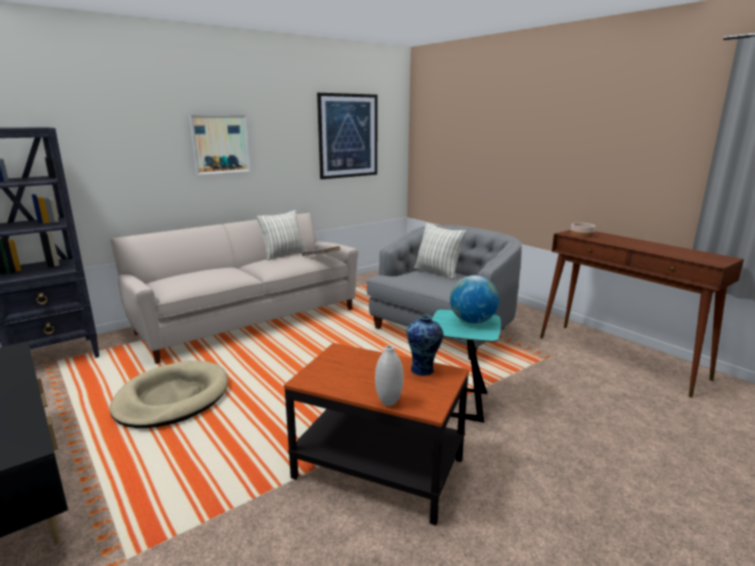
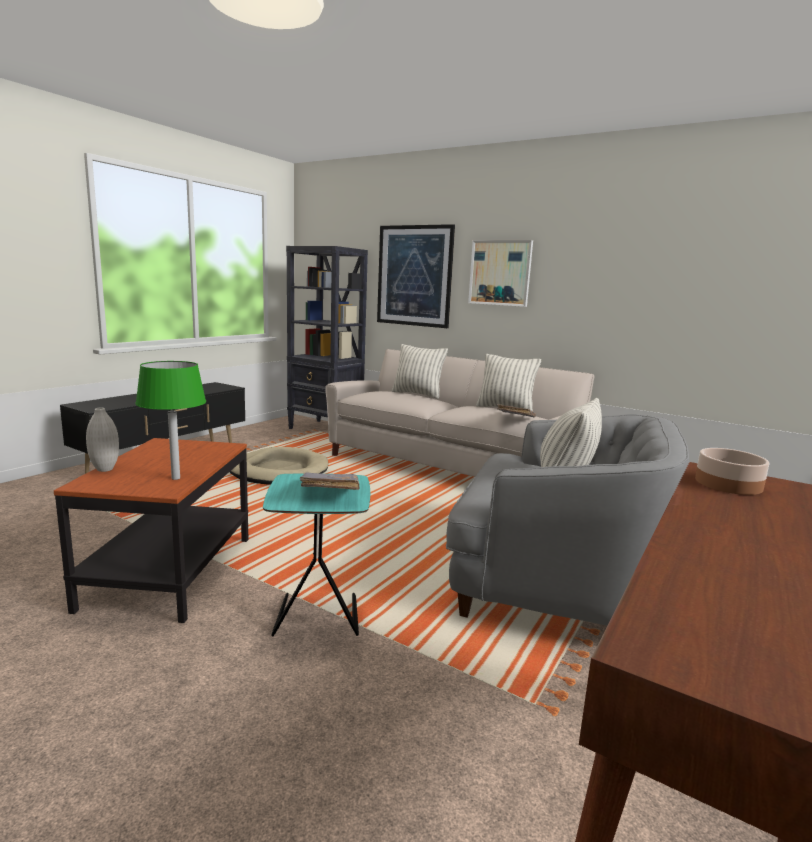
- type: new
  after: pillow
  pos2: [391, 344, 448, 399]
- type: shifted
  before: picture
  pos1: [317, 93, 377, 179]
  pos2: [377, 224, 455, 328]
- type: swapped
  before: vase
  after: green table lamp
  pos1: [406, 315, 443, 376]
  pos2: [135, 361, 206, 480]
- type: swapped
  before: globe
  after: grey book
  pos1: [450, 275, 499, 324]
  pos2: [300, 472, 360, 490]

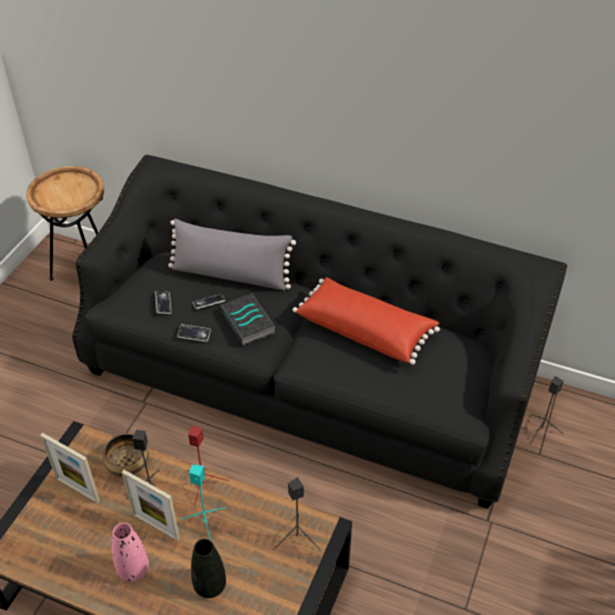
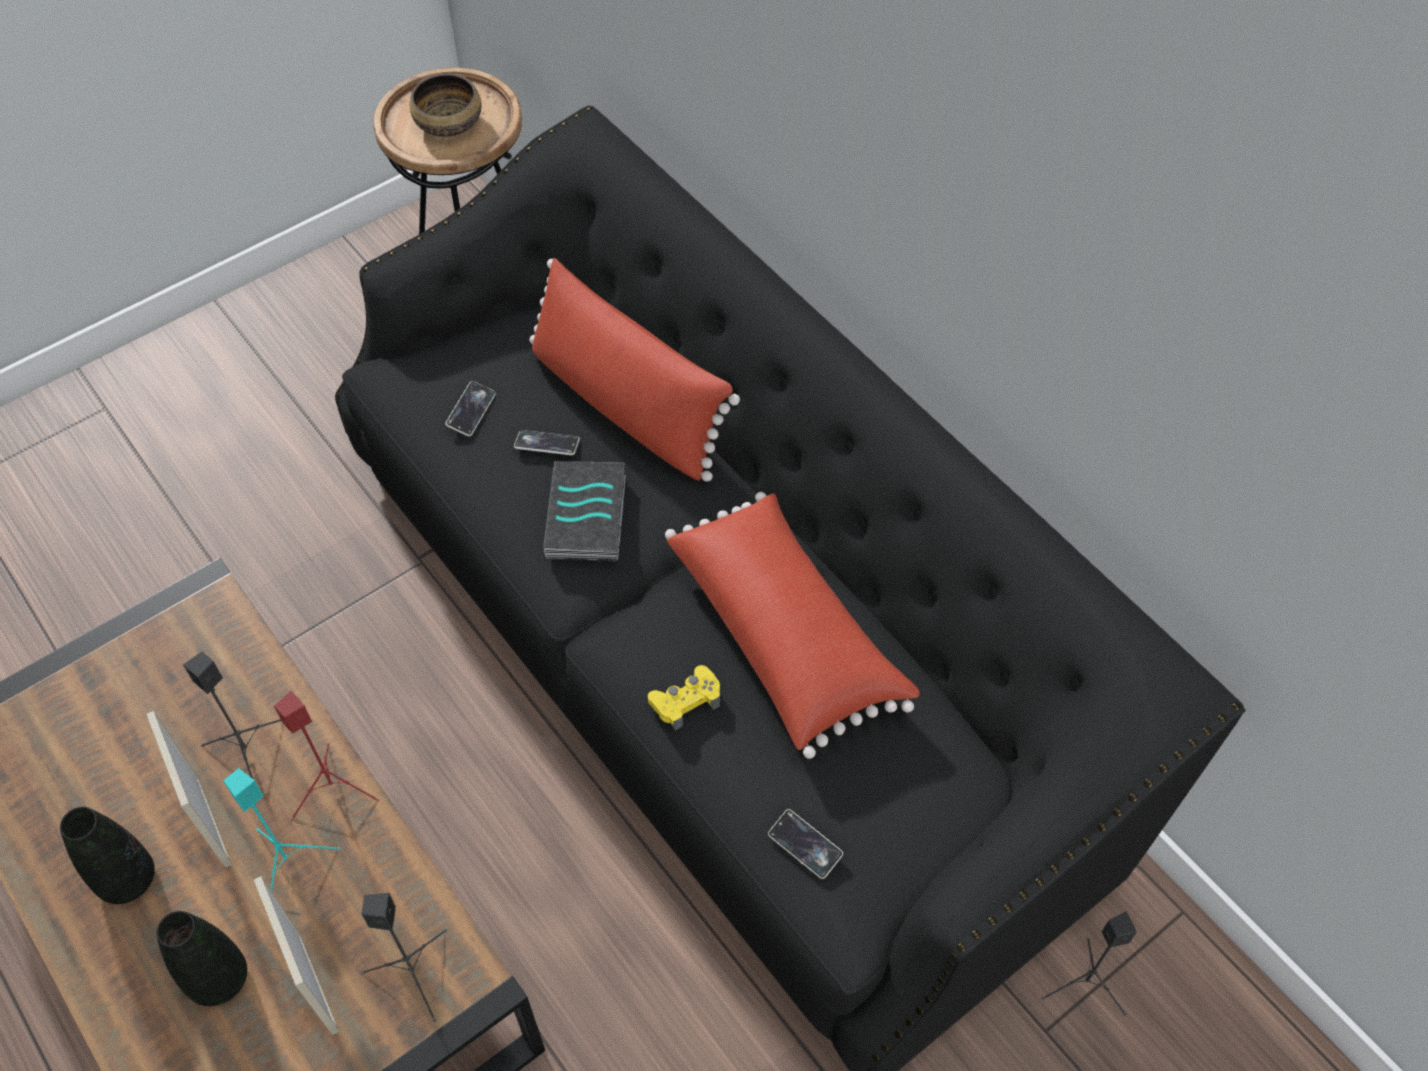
- type: new
  after: yellow game controller
  pos2: [648, 665, 720, 731]
- type: shifted
  before: picture frame
  pos1: [40, 433, 100, 504]
  pos2: [254, 876, 339, 1035]
- type: shifted
  before: bowl
  pos1: [103, 433, 149, 476]
  pos2: [410, 74, 482, 137]
- type: shifted
  before: phone
  pos1: [177, 324, 211, 342]
  pos2: [768, 809, 843, 879]
- type: repainted
  before: pink vase
  after: black vase
  pos1: [112, 523, 149, 582]
  pos2: [60, 807, 155, 904]
- type: repainted
  before: grey pillow
  after: red pillow
  pos1: [168, 219, 296, 291]
  pos2: [529, 258, 740, 482]

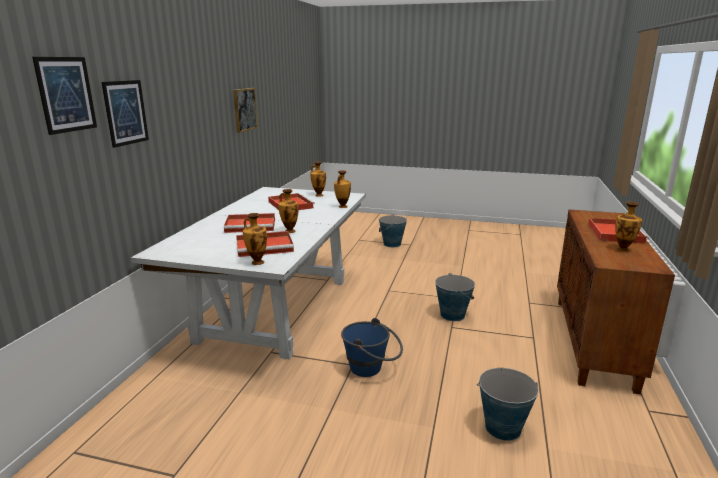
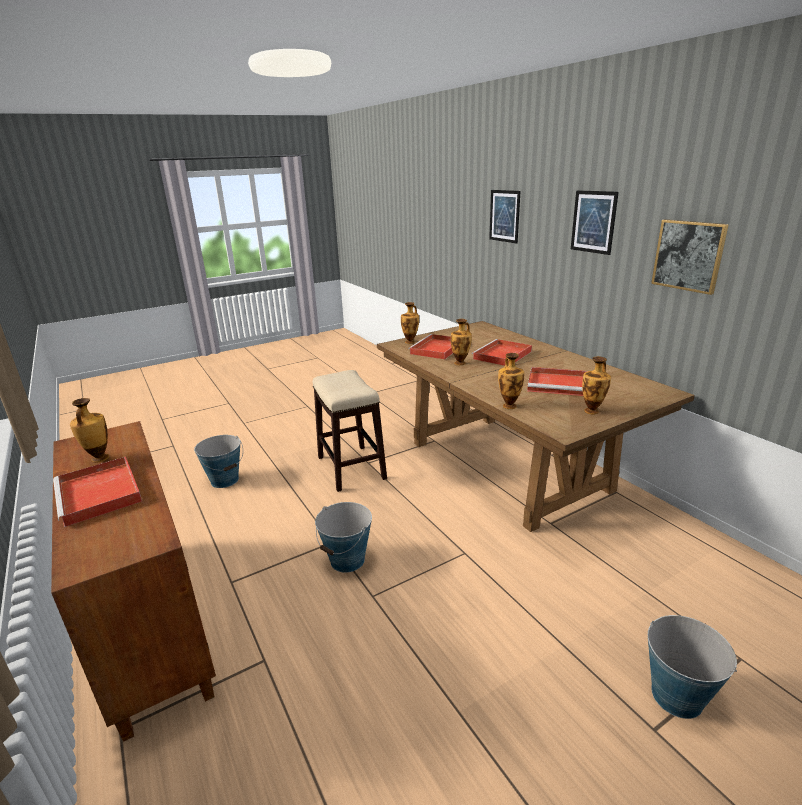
- type: shifted
  before: picture
  pos1: [32, 57, 97, 135]
  pos2: [571, 190, 619, 255]
- type: swapped
  before: blue bucket
  after: stool
  pos1: [341, 318, 403, 377]
  pos2: [313, 370, 387, 492]
- type: repainted
  before: white dining table
  after: brown dining table
  pos1: [130, 187, 366, 359]
  pos2: [377, 321, 695, 532]

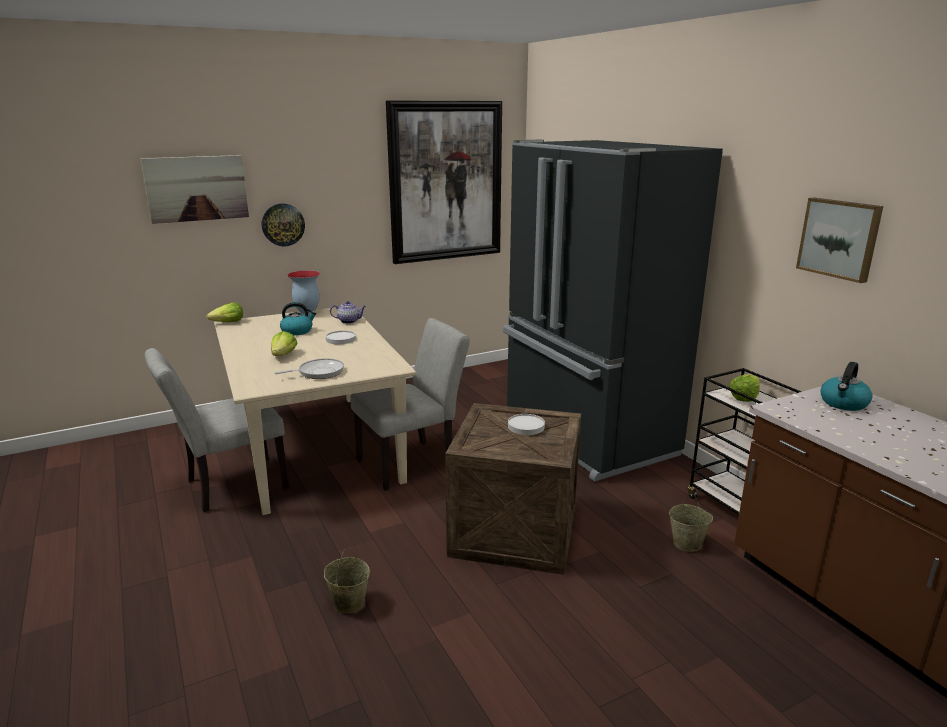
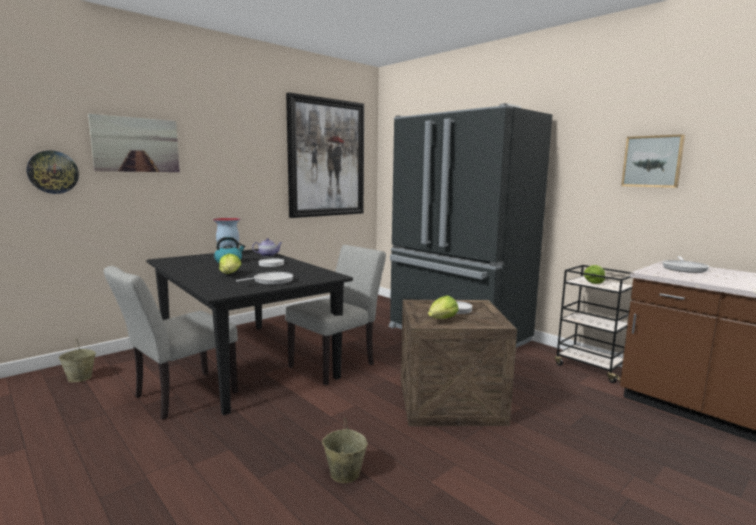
- type: shifted
  before: lettuce
  pos1: [206, 302, 243, 322]
  pos2: [428, 295, 459, 319]
- type: shifted
  before: wall clock
  pos1: [262, 203, 305, 246]
  pos2: [27, 150, 79, 194]
- type: shifted
  before: beige bucket
  pos1: [669, 494, 713, 552]
  pos2: [59, 338, 96, 382]
- type: swapped
  before: kettle
  after: frying pan
  pos1: [820, 362, 872, 411]
  pos2: [663, 256, 709, 273]
- type: repainted
  before: beige dining table
  after: black dining table
  pos1: [214, 308, 416, 515]
  pos2: [146, 249, 353, 415]

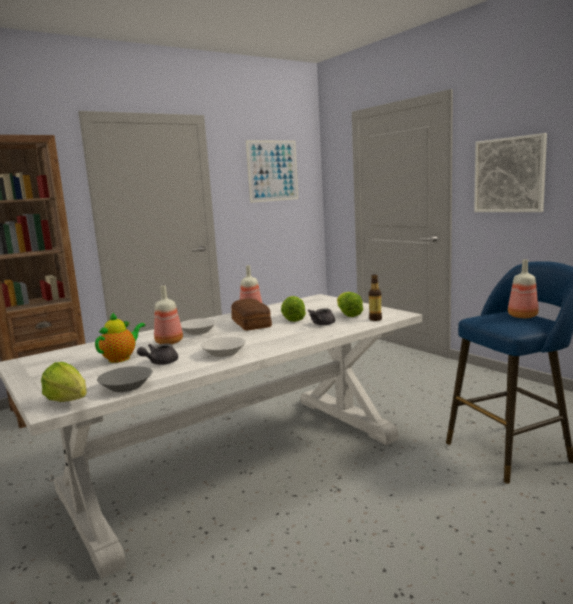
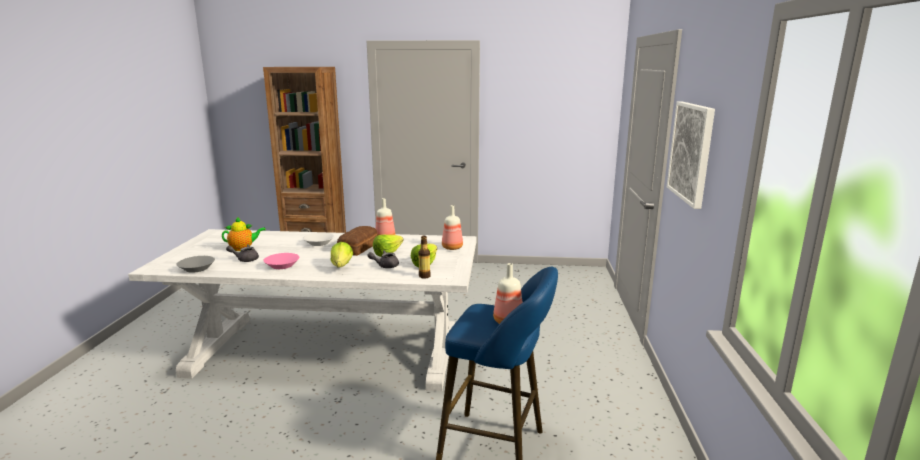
- type: gone
  before: picture
  pos1: [246, 140, 298, 203]
- type: shifted
  before: lettuce
  pos1: [41, 362, 87, 402]
  pos2: [331, 242, 353, 267]
- type: shifted
  before: bottle
  pos1: [154, 285, 183, 344]
  pos2: [442, 205, 463, 250]
- type: repainted
  before: white bowl
  after: pink bowl
  pos1: [200, 337, 246, 357]
  pos2: [263, 253, 299, 269]

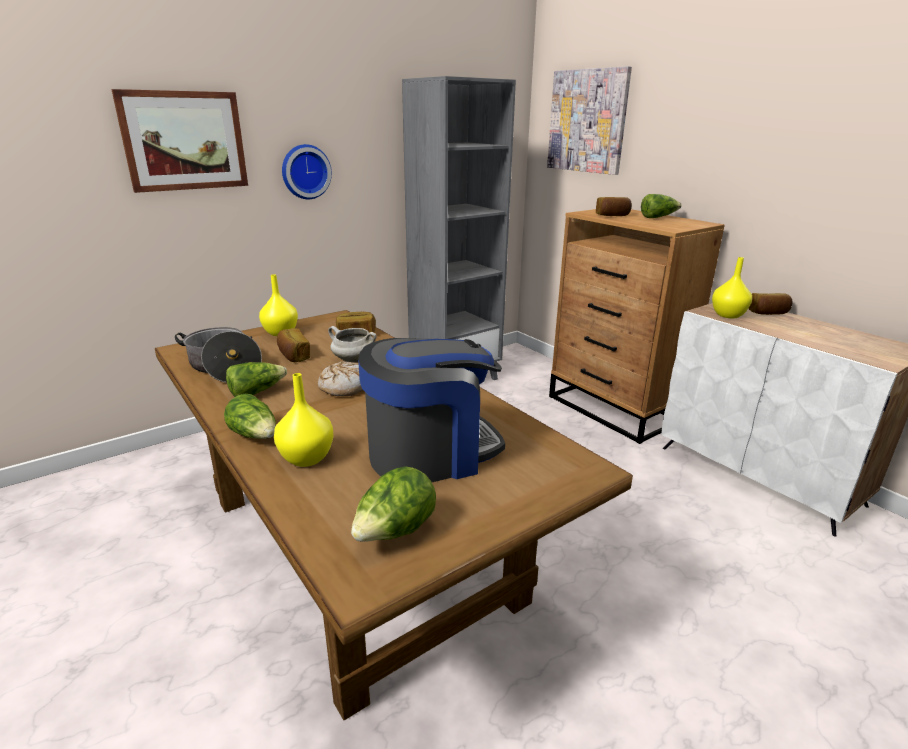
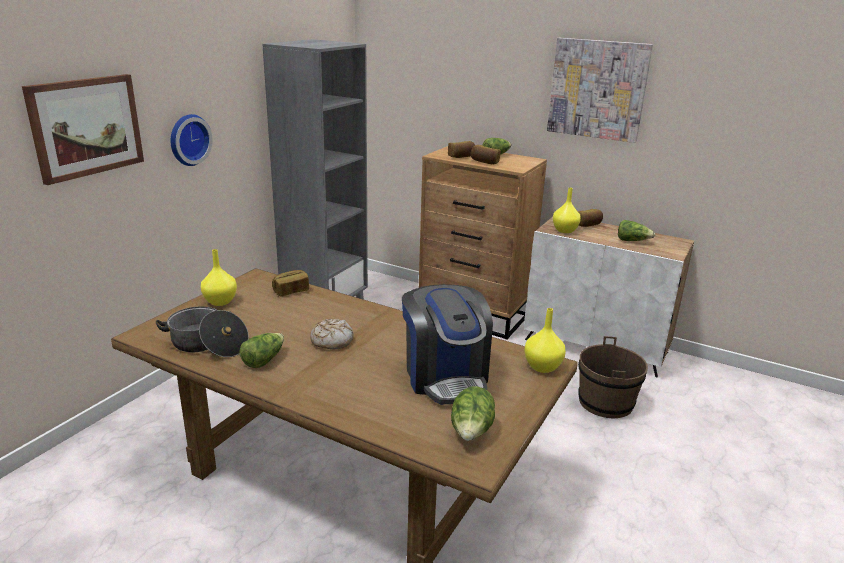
- type: gone
  before: white cooking pot
  pos1: [328, 326, 377, 363]
- type: new
  after: brown bucket
  pos2: [578, 336, 648, 418]
- type: shifted
  before: lettuce
  pos1: [224, 394, 276, 439]
  pos2: [618, 220, 655, 241]
- type: shifted
  before: yellow vase
  pos1: [274, 373, 334, 467]
  pos2: [524, 308, 566, 373]
- type: shifted
  before: bread
  pos1: [277, 328, 310, 362]
  pos2: [471, 145, 501, 164]
- type: shifted
  before: picture
  pos1: [547, 66, 632, 175]
  pos2: [547, 38, 653, 143]
- type: rotated
  before: coffee machine
  pos1: [358, 338, 505, 482]
  pos2: [402, 284, 493, 405]
  turn: 120

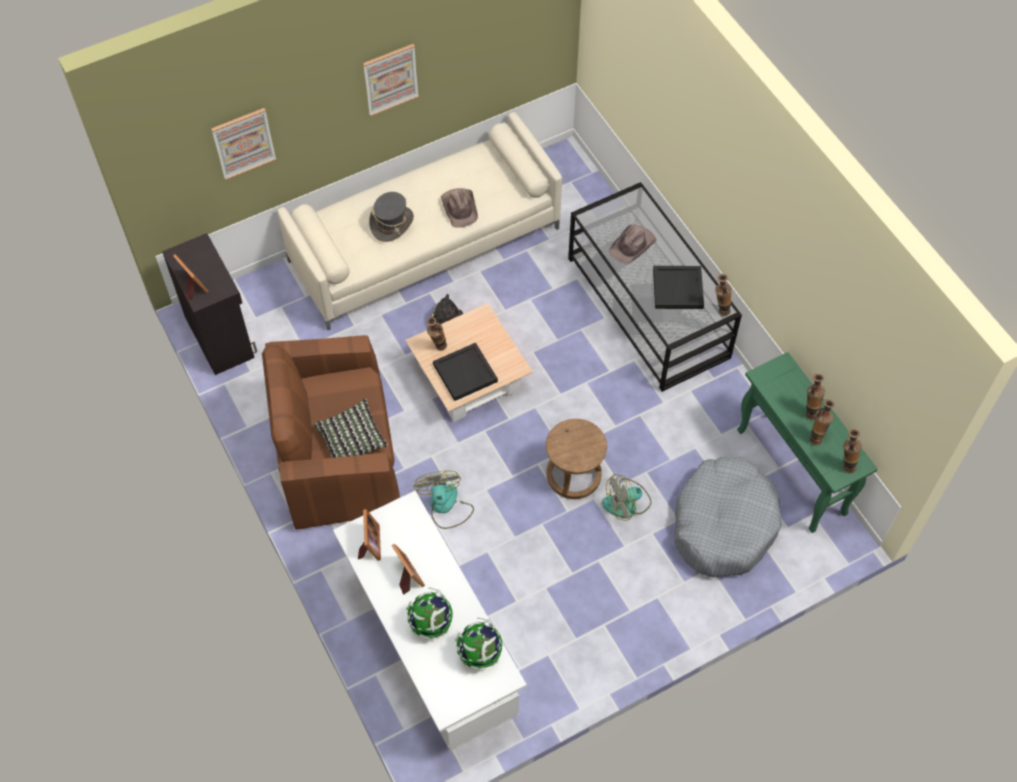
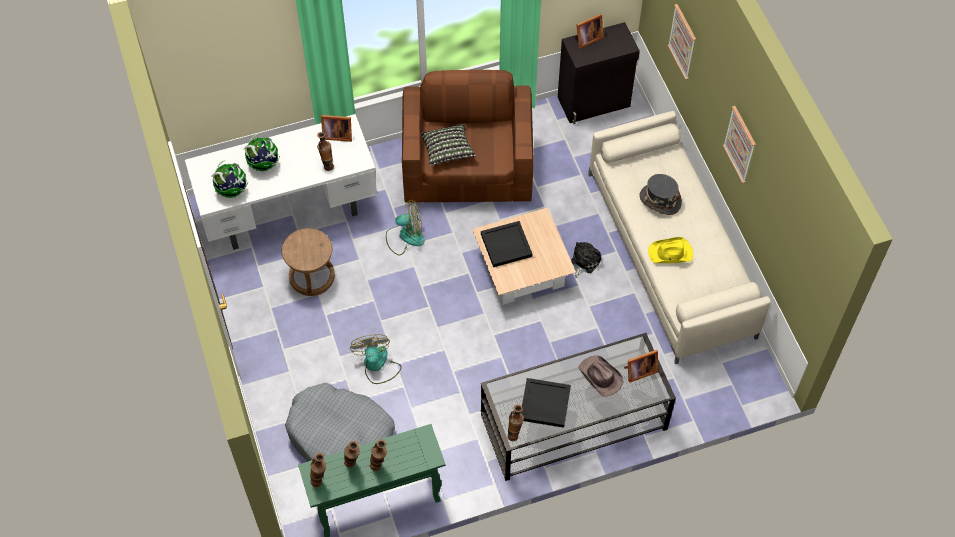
- type: shifted
  before: picture frame
  pos1: [392, 544, 425, 595]
  pos2: [624, 350, 658, 383]
- type: shifted
  before: vase
  pos1: [427, 317, 447, 351]
  pos2: [317, 132, 334, 171]
- type: shifted
  before: brown stool
  pos1: [546, 419, 607, 499]
  pos2: [282, 228, 335, 296]
- type: repainted
  before: brown hat
  after: yellow hat
  pos1: [441, 188, 478, 228]
  pos2: [648, 237, 693, 263]

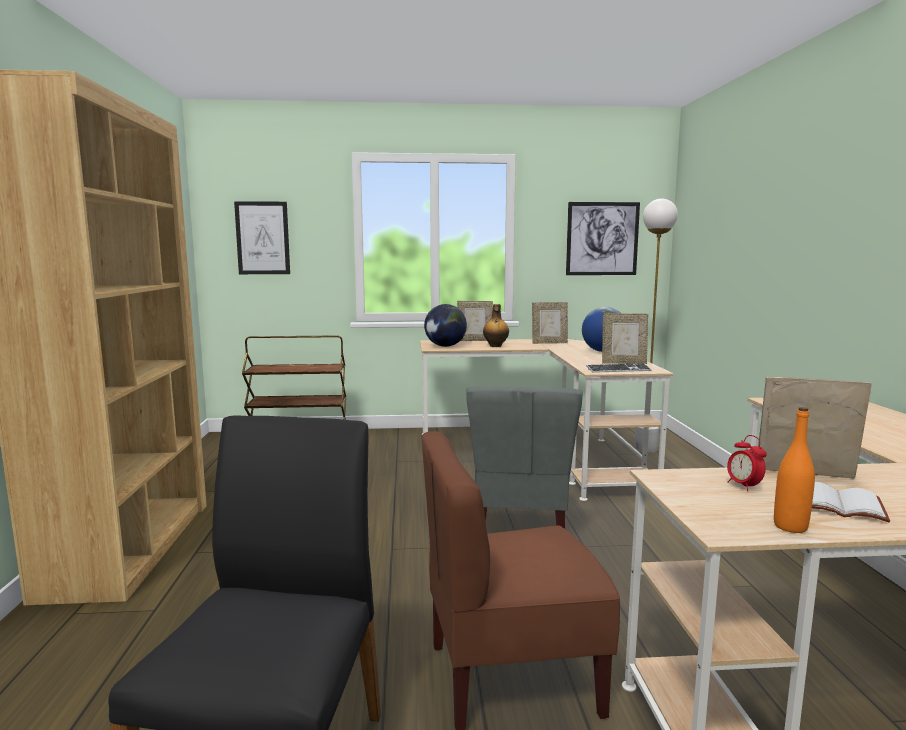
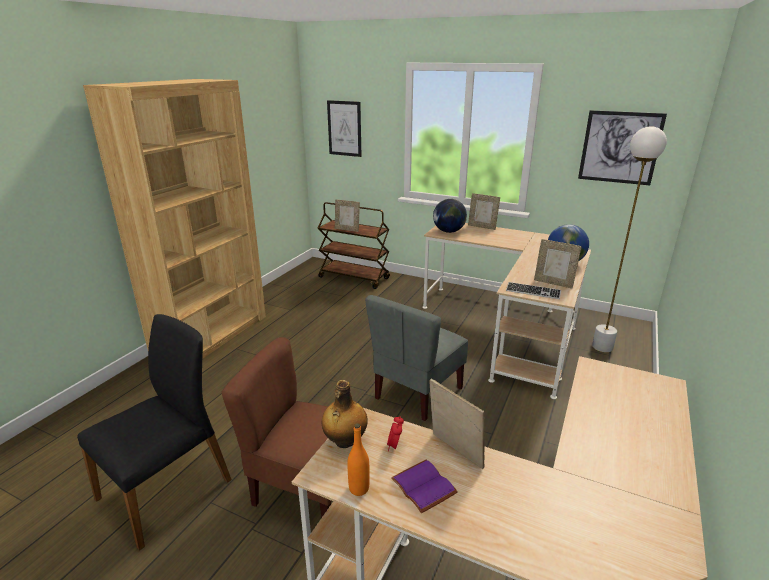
- type: shifted
  before: bottle
  pos1: [483, 304, 509, 347]
  pos2: [322, 380, 368, 448]
- type: shifted
  before: picture frame
  pos1: [532, 302, 568, 344]
  pos2: [335, 199, 360, 232]
- type: repainted
  before: white book
  after: purple book
  pos1: [812, 482, 890, 522]
  pos2: [391, 460, 458, 513]

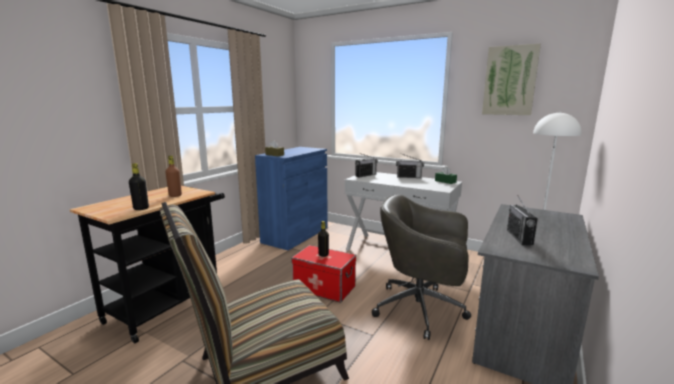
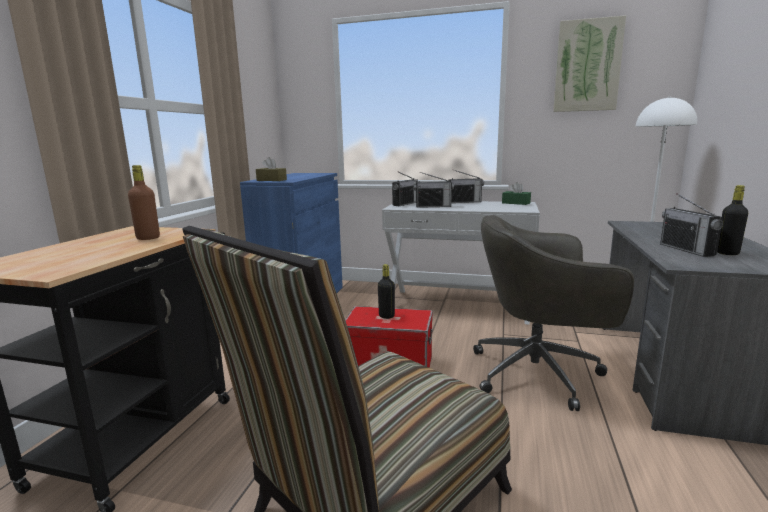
- type: new
  after: radio
  pos2: [414, 172, 454, 208]
- type: shifted
  before: black bottle
  pos1: [129, 163, 149, 210]
  pos2: [717, 185, 748, 255]

